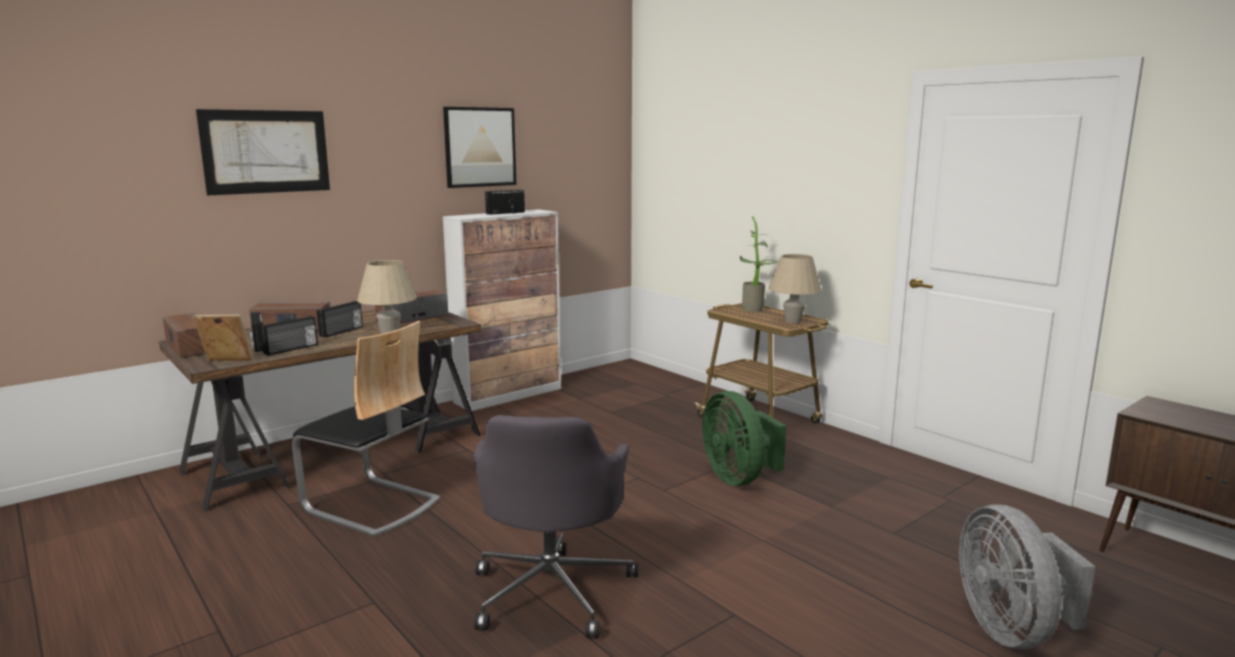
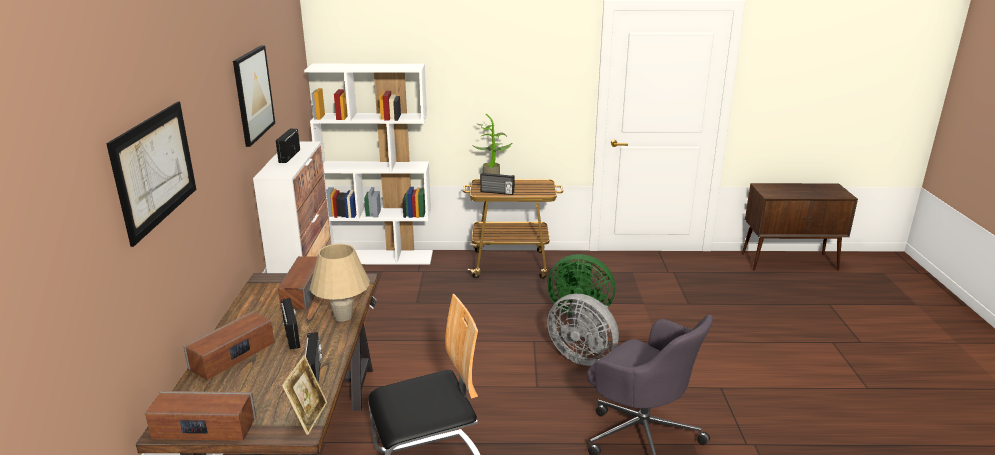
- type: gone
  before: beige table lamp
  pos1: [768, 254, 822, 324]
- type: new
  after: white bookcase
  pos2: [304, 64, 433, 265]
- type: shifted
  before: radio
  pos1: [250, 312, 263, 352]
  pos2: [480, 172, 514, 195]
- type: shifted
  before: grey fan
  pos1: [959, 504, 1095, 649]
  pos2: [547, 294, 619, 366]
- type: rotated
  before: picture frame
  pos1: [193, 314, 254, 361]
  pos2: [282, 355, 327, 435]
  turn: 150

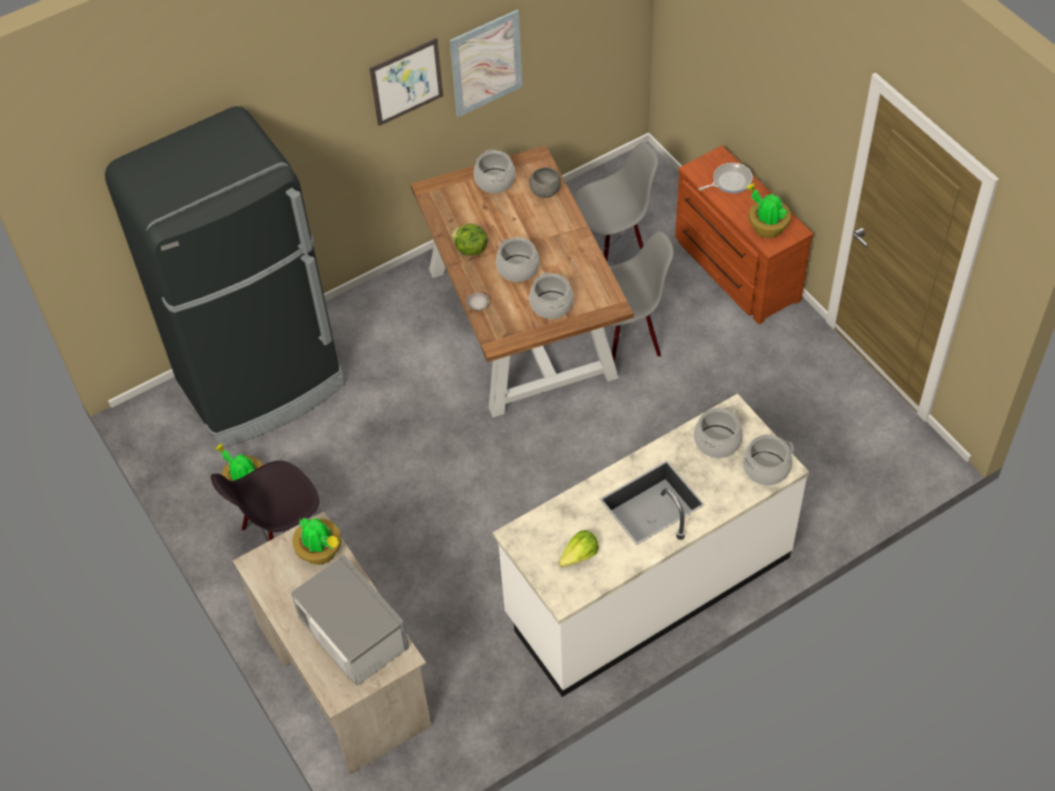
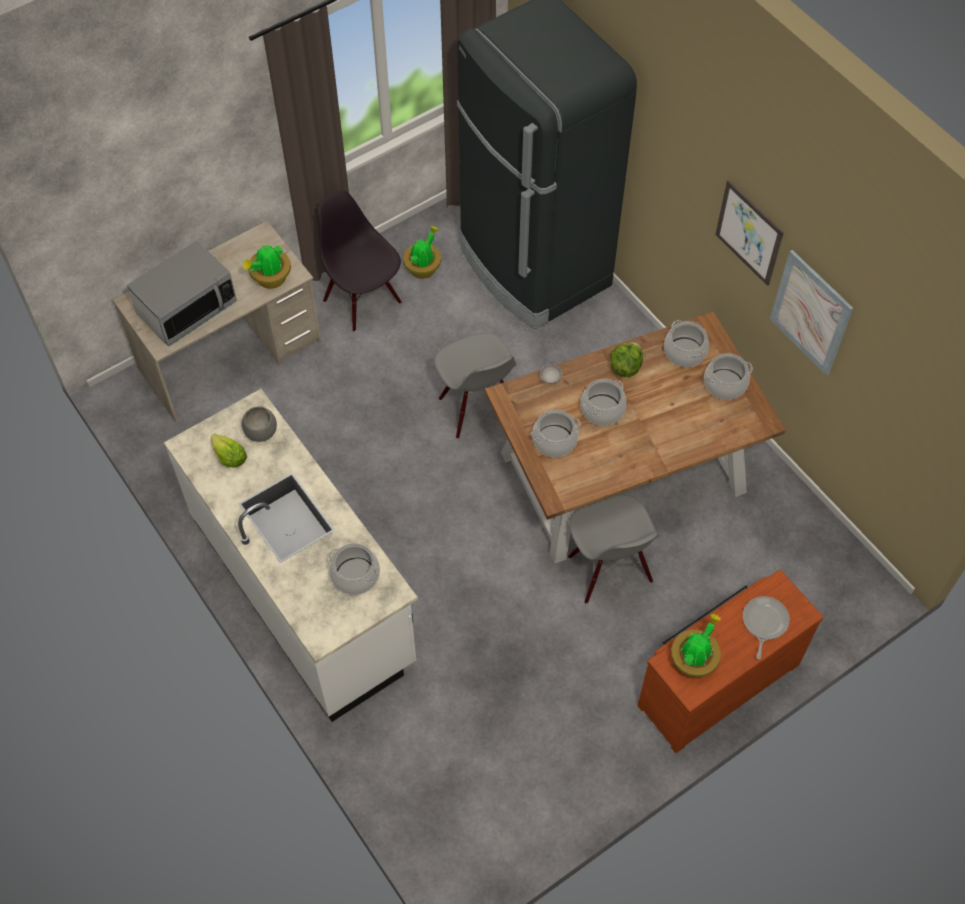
- type: shifted
  before: grey bowl
  pos1: [529, 167, 561, 198]
  pos2: [242, 407, 277, 442]
- type: shifted
  before: grey chair
  pos1: [573, 142, 658, 261]
  pos2: [434, 333, 516, 439]
- type: shifted
  before: cooking pot
  pos1: [742, 434, 794, 486]
  pos2: [664, 320, 709, 367]
- type: rotated
  before: frying pan
  pos1: [698, 163, 753, 193]
  pos2: [743, 596, 790, 659]
  turn: -135

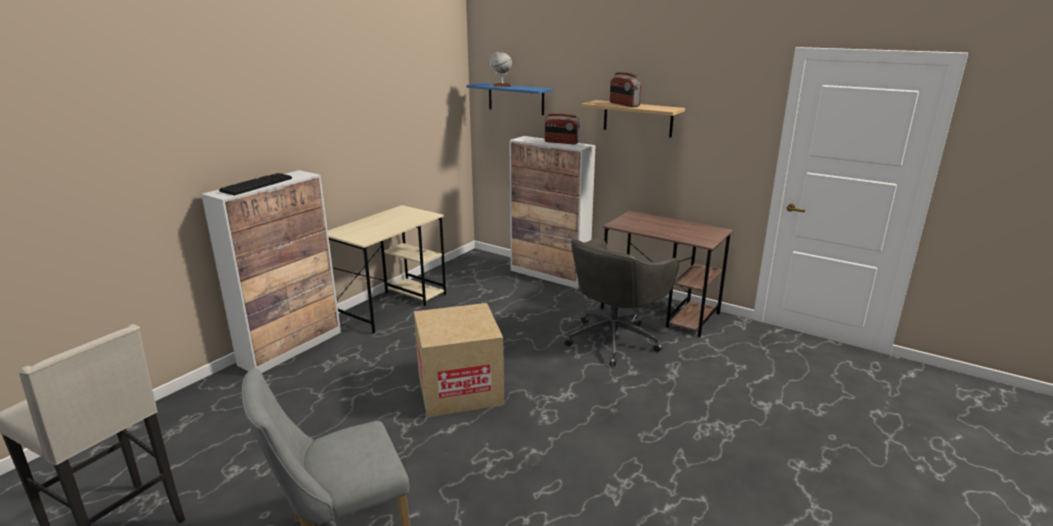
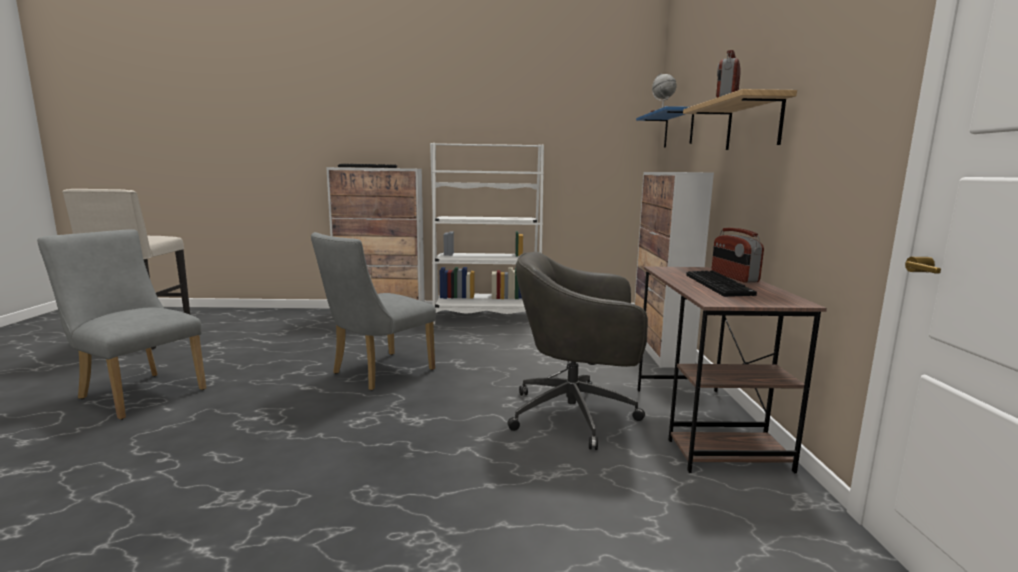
- type: new
  after: keyboard
  pos2: [686, 270, 757, 297]
- type: shifted
  before: radio
  pos1: [544, 113, 580, 144]
  pos2: [712, 228, 764, 283]
- type: swapped
  before: beige desk
  after: white bookcase
  pos1: [328, 205, 446, 334]
  pos2: [430, 143, 544, 325]
- type: swapped
  before: cardboard box
  after: grey chair
  pos1: [414, 303, 504, 417]
  pos2: [311, 232, 436, 391]

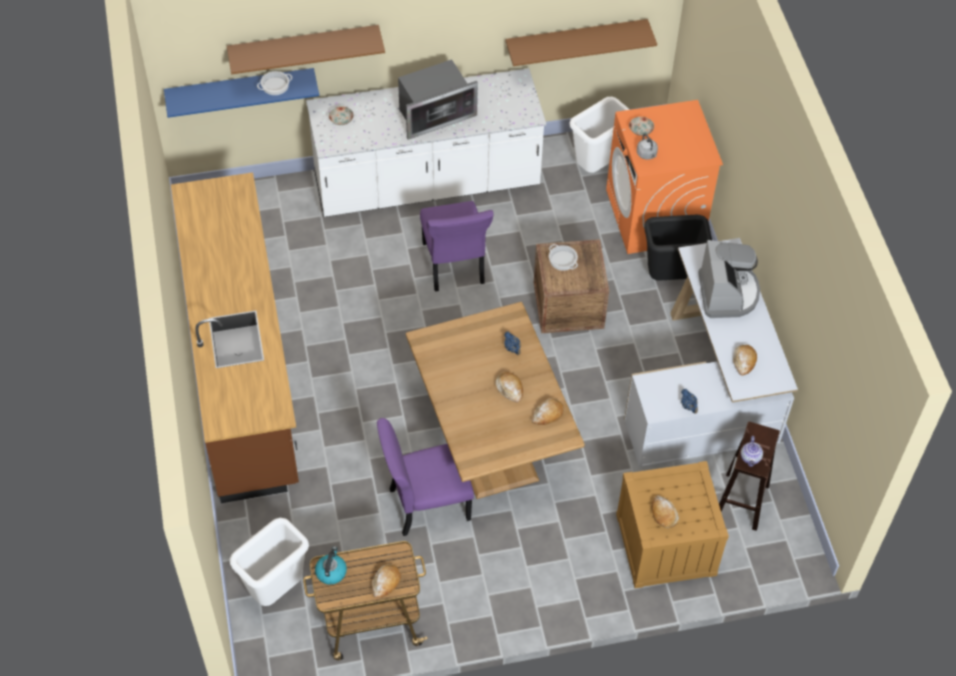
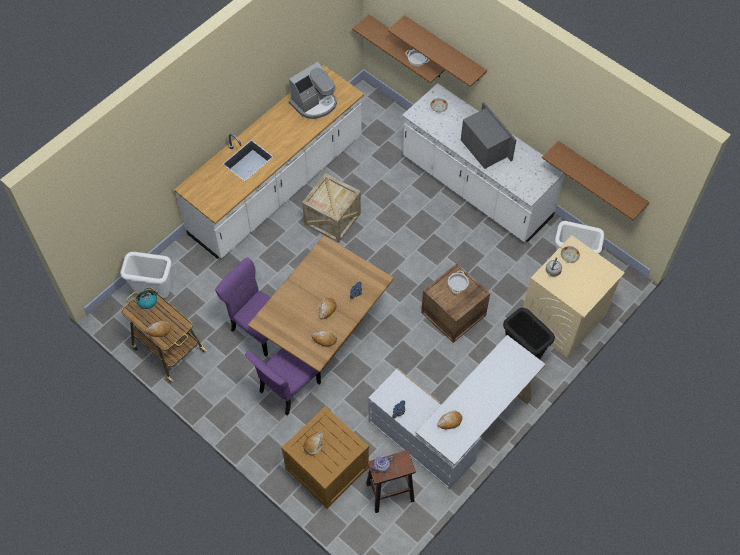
- type: new
  after: crate
  pos2: [302, 173, 361, 243]
- type: shifted
  before: purple chair
  pos1: [420, 201, 493, 292]
  pos2: [245, 348, 321, 416]
- type: shifted
  before: coffee machine
  pos1: [698, 240, 760, 318]
  pos2: [289, 62, 337, 119]
- type: repainted
  before: blue shelf
  after: brown shelf
  pos1: [164, 68, 319, 118]
  pos2: [352, 15, 445, 83]
- type: repainted
  before: brown counter
  after: white counter
  pos1: [171, 172, 299, 503]
  pos2: [174, 65, 364, 259]
- type: repainted
  before: orange washing machine
  after: beige washing machine
  pos1: [606, 100, 723, 254]
  pos2: [523, 235, 625, 358]
- type: rotated
  before: microwave
  pos1: [398, 59, 478, 140]
  pos2: [461, 102, 516, 169]
  turn: -150

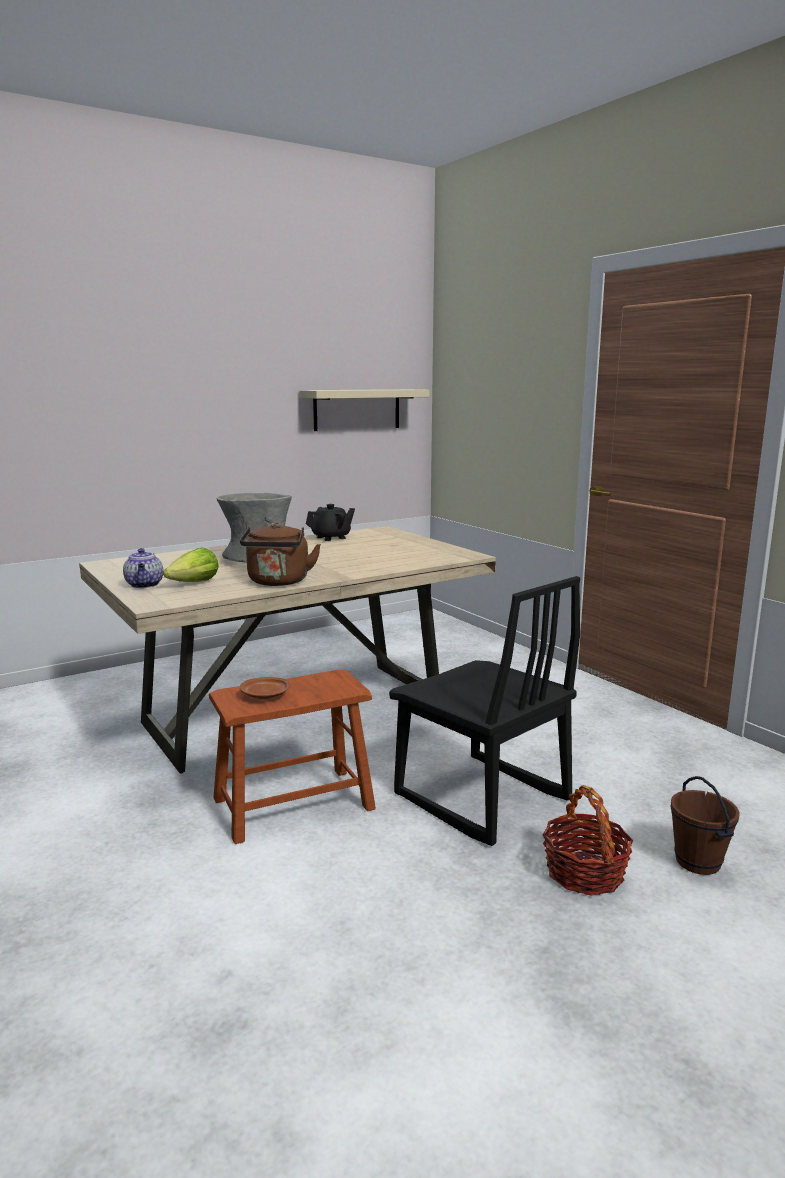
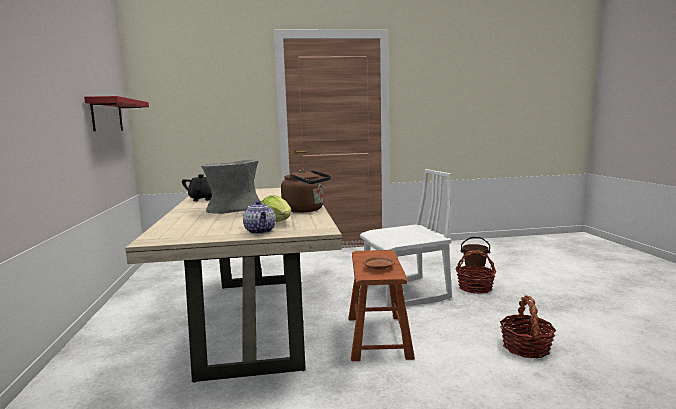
- type: new
  after: basket
  pos2: [500, 295, 556, 358]
- type: repainted
  before: beige shelf
  after: red shelf
  pos1: [299, 389, 430, 431]
  pos2: [84, 96, 149, 131]
- type: repainted
  before: black chair
  after: white chair
  pos1: [389, 576, 580, 846]
  pos2: [360, 169, 452, 307]
- type: rotated
  before: teapot
  pos1: [123, 548, 164, 588]
  pos2: [243, 200, 276, 234]
  turn: 60

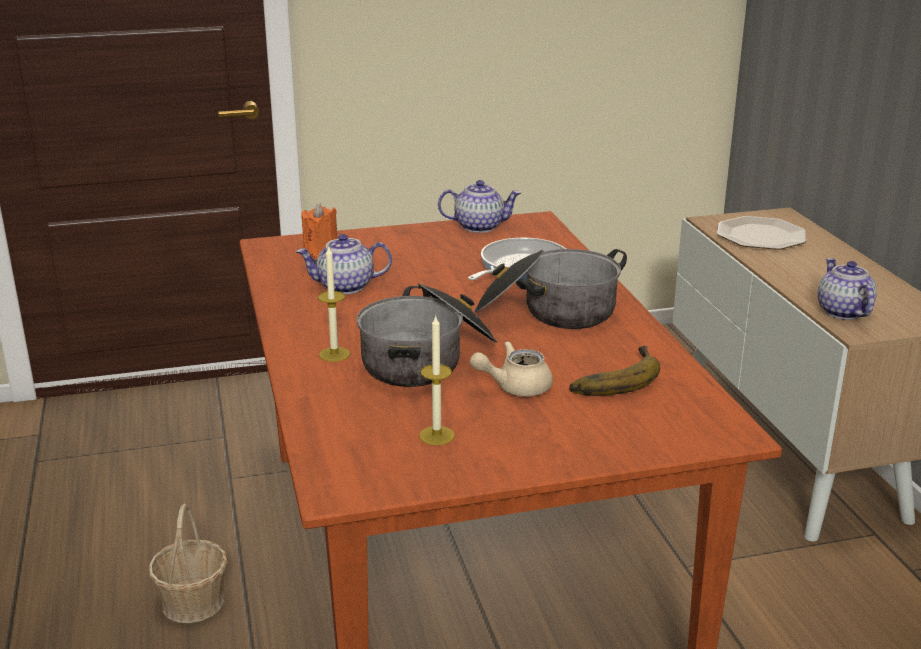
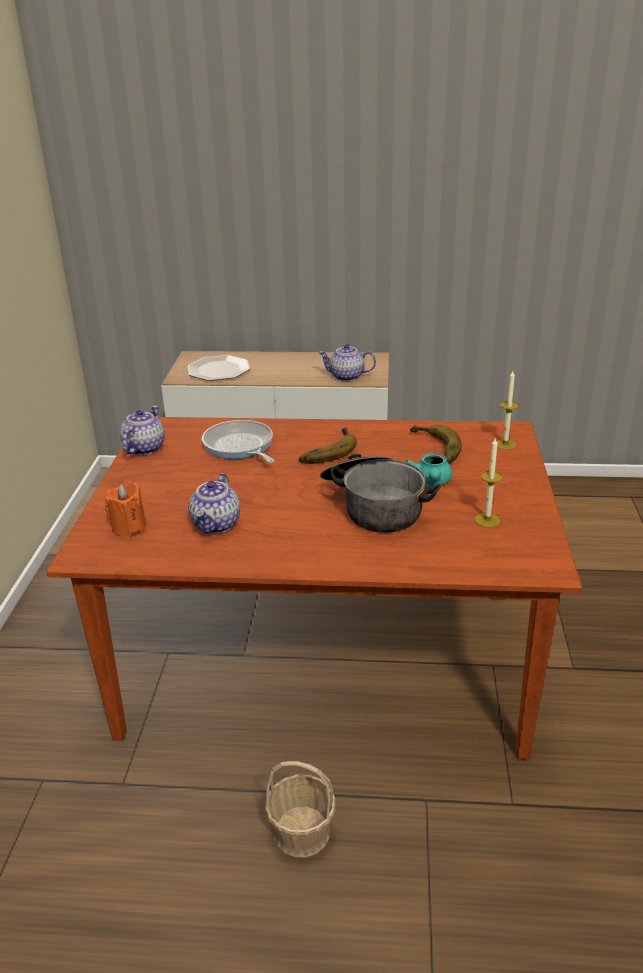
- type: shifted
  before: candle
  pos1: [318, 245, 350, 362]
  pos2: [496, 371, 519, 450]
- type: swapped
  before: cooking pot
  after: banana
  pos1: [474, 249, 627, 329]
  pos2: [299, 428, 357, 464]
- type: repainted
  before: beige teapot
  after: turquoise teapot
  pos1: [470, 341, 553, 396]
  pos2: [406, 452, 452, 486]

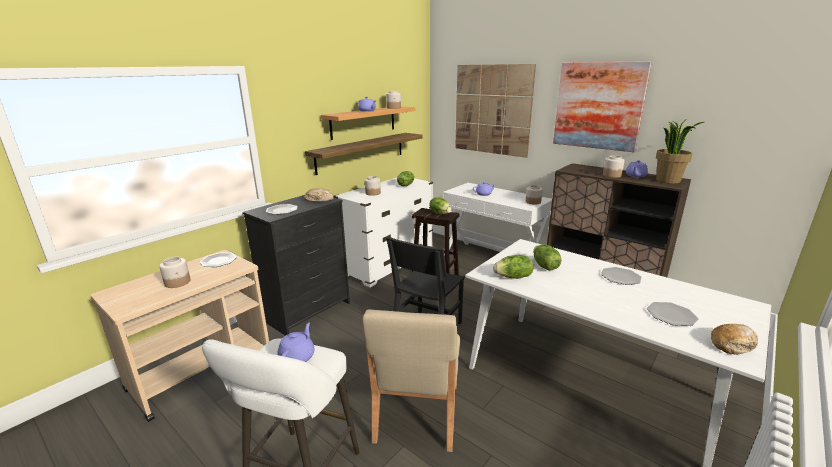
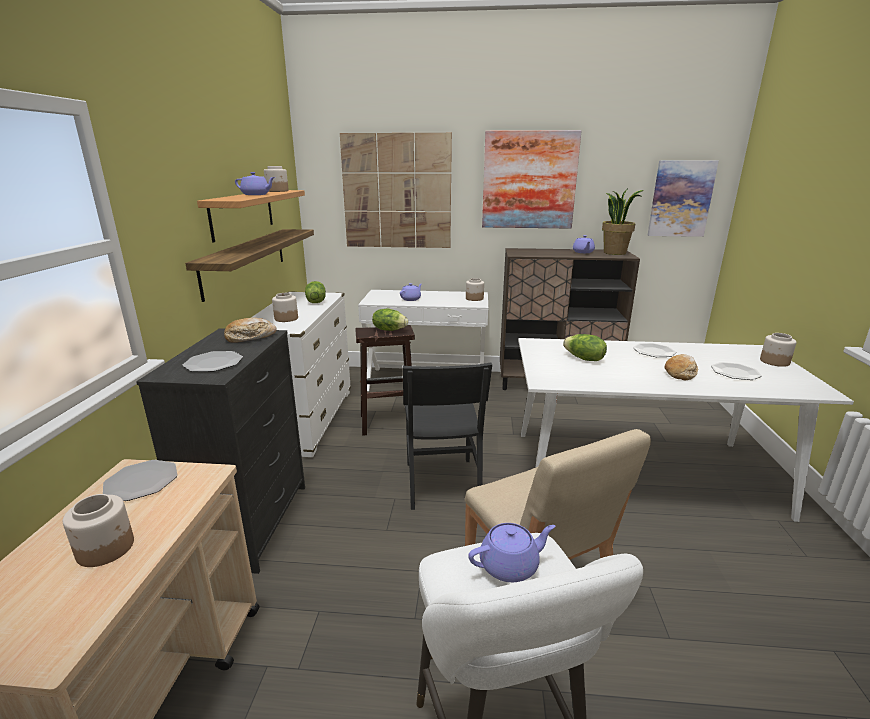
- type: gone
  before: lettuce
  pos1: [493, 255, 534, 279]
- type: new
  after: picture
  pos2: [648, 161, 719, 237]
- type: shifted
  before: jar
  pos1: [603, 155, 625, 178]
  pos2: [760, 333, 797, 367]
- type: shifted
  before: bread
  pos1: [711, 324, 758, 355]
  pos2: [665, 354, 698, 380]
- type: rotated
  before: purple teapot
  pos1: [277, 323, 315, 362]
  pos2: [468, 523, 555, 582]
  turn: 90

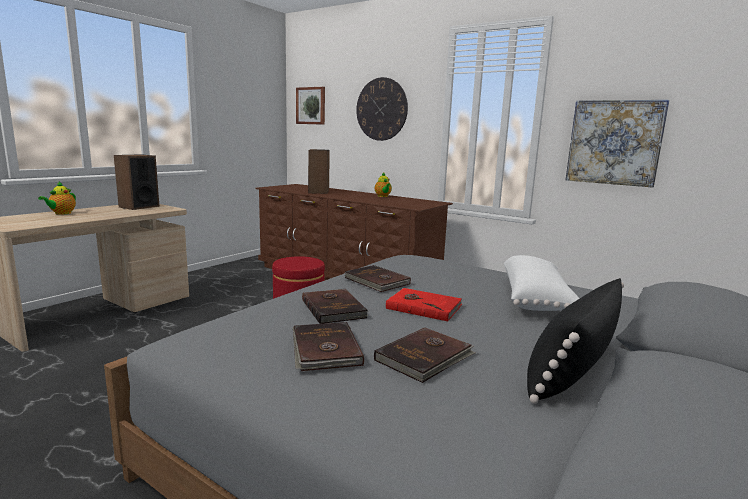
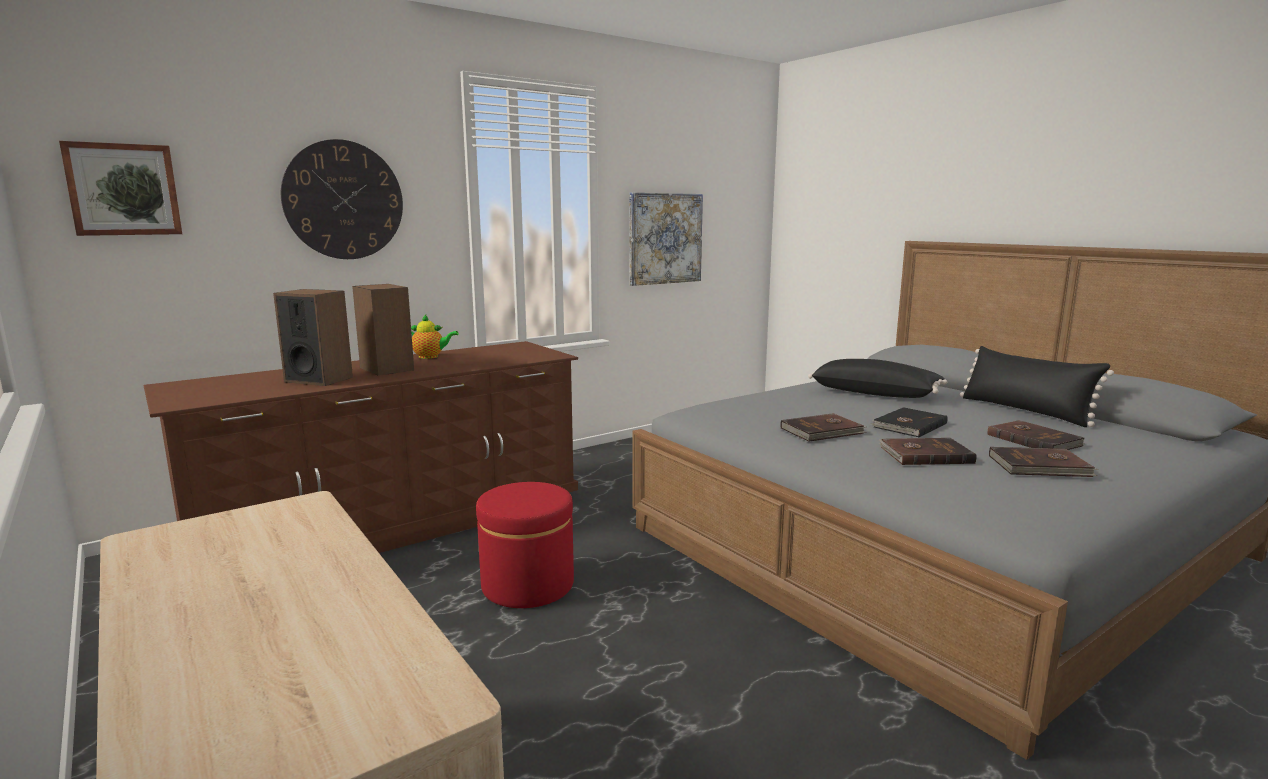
- type: gone
  before: teapot
  pos1: [38, 182, 76, 215]
- type: shifted
  before: speaker
  pos1: [114, 154, 160, 210]
  pos2: [352, 284, 414, 376]
- type: repainted
  before: red book
  after: black book
  pos1: [386, 288, 462, 321]
  pos2: [870, 407, 948, 438]
- type: repainted
  before: white pillow
  after: black pillow
  pos1: [504, 255, 580, 311]
  pos2: [808, 359, 947, 398]

